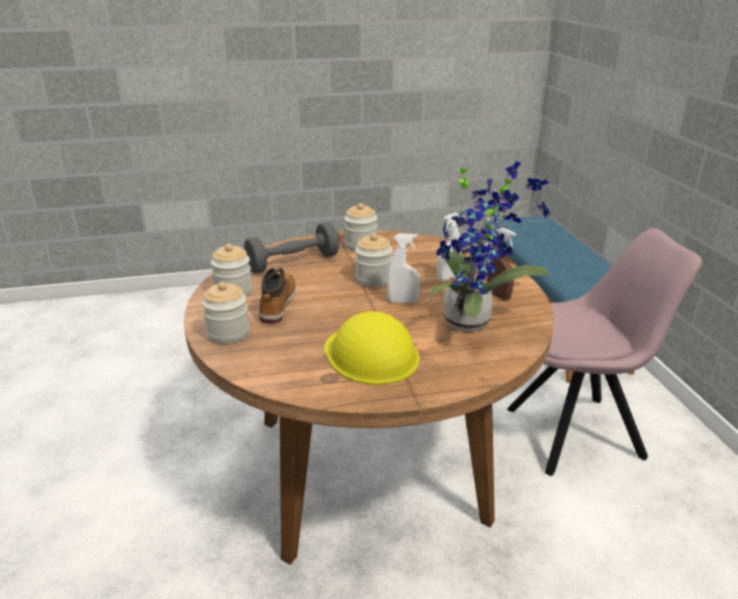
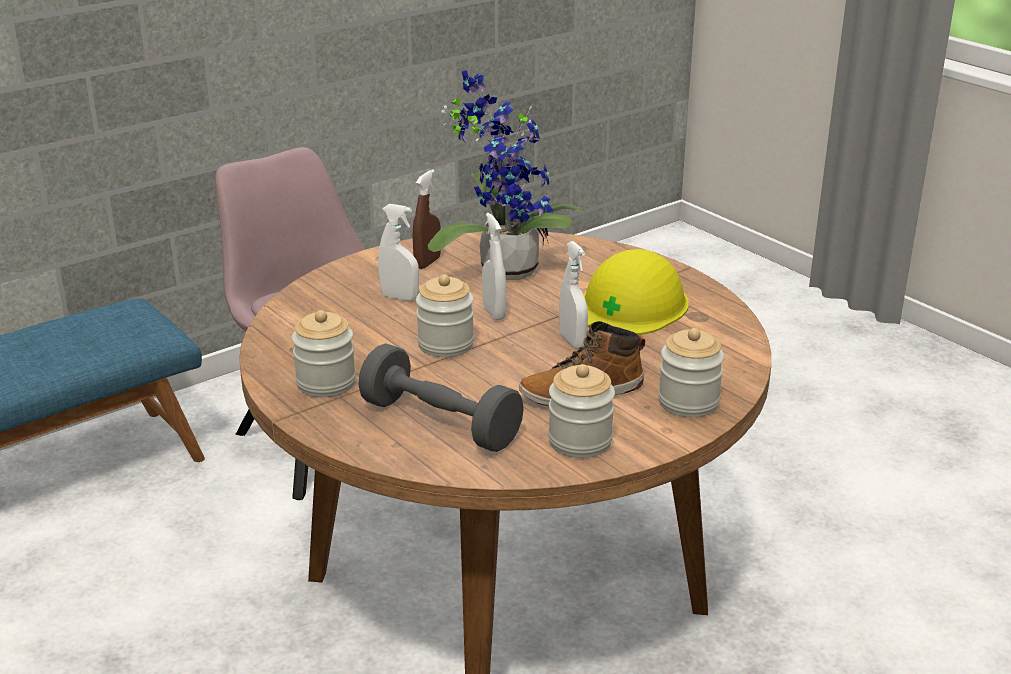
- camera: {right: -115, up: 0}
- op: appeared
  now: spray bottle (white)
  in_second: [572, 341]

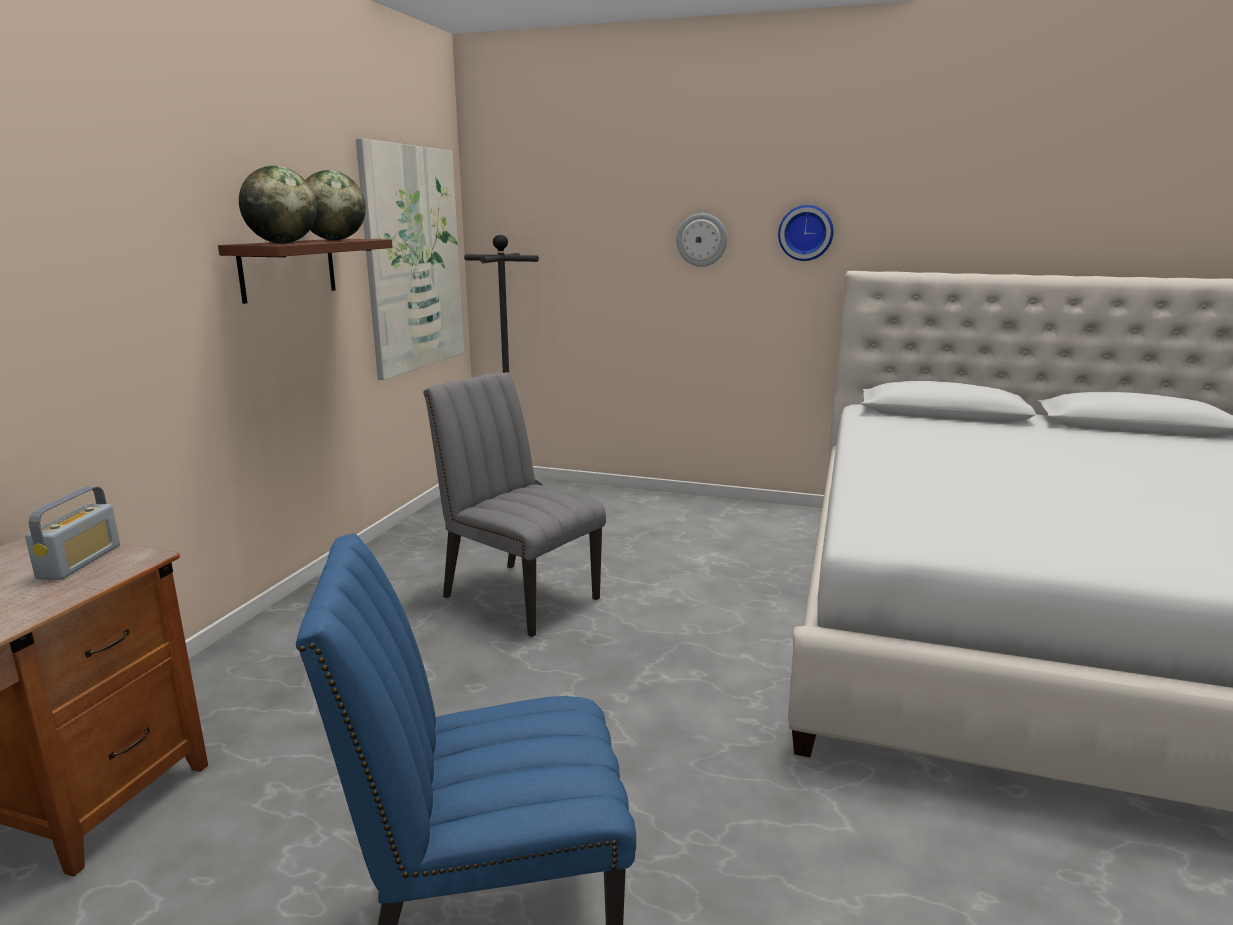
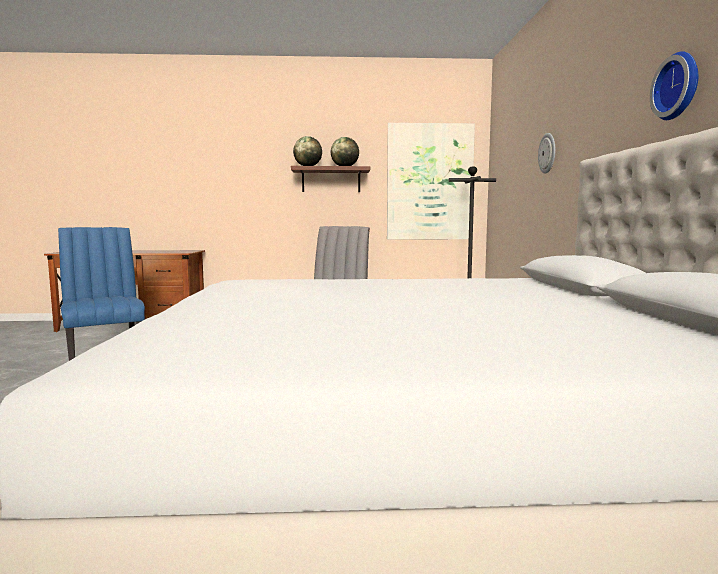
- camera: {right: 70, up: -10}
- op: relocated
  was: wall clock
  in_first: [806, 233]
  in_second: [679, 86]
- op: missing
  was: radio
  in_first: [80, 561]

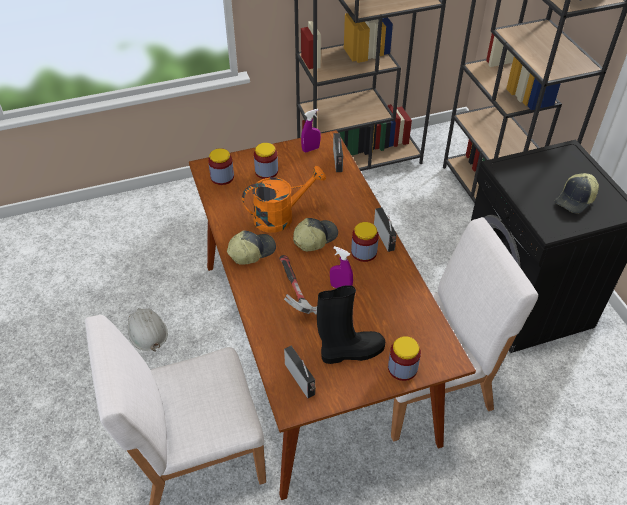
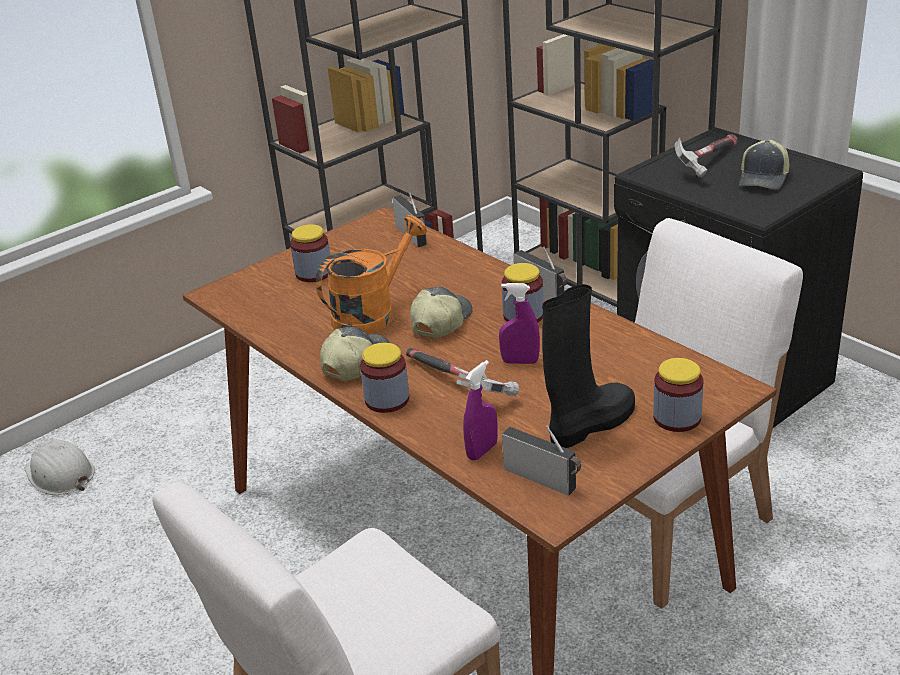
- camera: {right: -20, up: -15}
- op: relocated
  was: spray bottle (purple)
  in_first: [310, 149]
  in_second: [482, 451]
- op: relocated
  was: jar
  in_first: [222, 177]
  in_second: [387, 400]
- op: relocated
  was: hard hat (white)
  in_first: [147, 331]
  in_second: [60, 474]
- op: appeared
  now: hammer
  in_second: [707, 163]

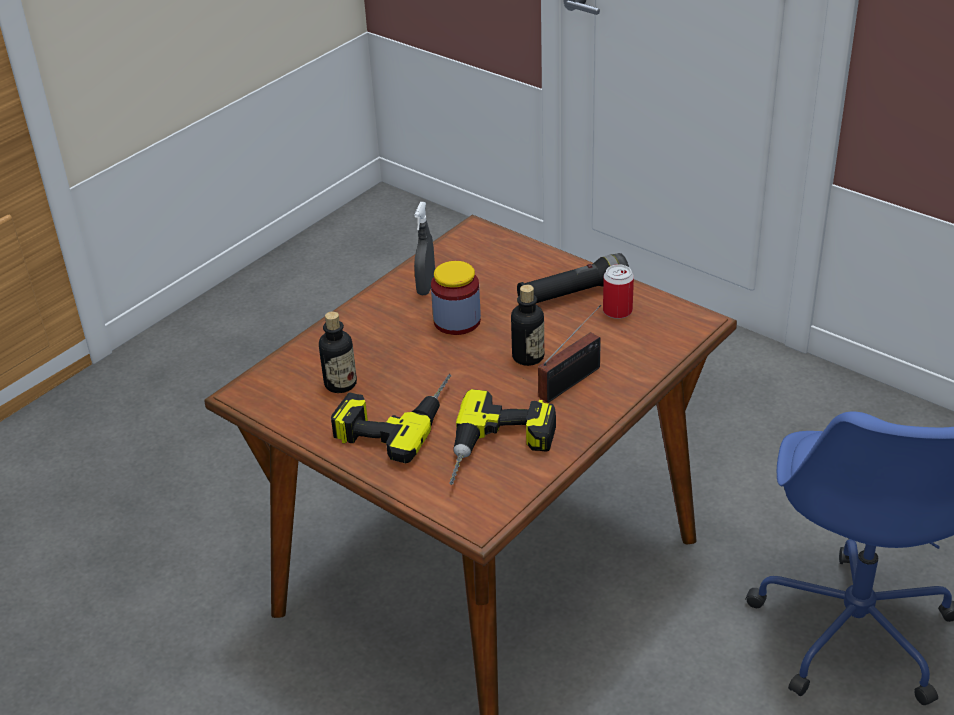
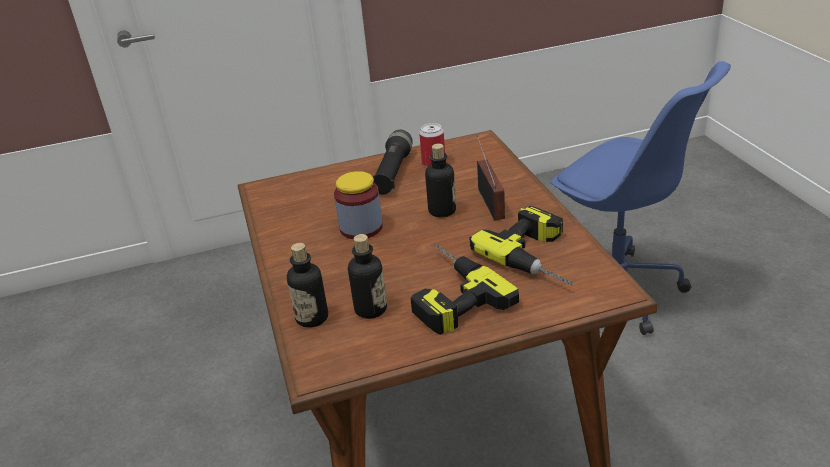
- camera: {right: -55, up: -5}
- op: missing
  was: spray bottle (grey)
  in_first: [426, 287]
- op: appeared
  now: bottle
  in_second: [312, 318]

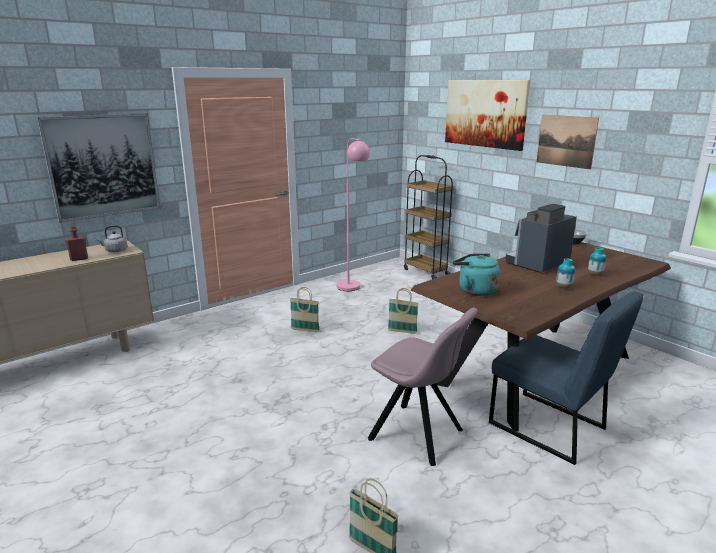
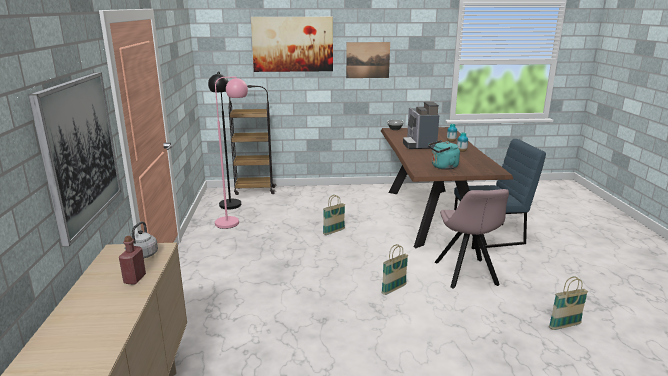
- camera: {right: -55, up: 0}
- op: relocated
  was: basket
  in_first: [305, 330]
  in_second: [394, 289]
- op: spun
  was: chair (pink)
  in_first: [417, 434]
  in_second: [466, 273]
  clockwise: 105
- op: appeared
  now: floor lamp (black)
  in_second: [230, 208]

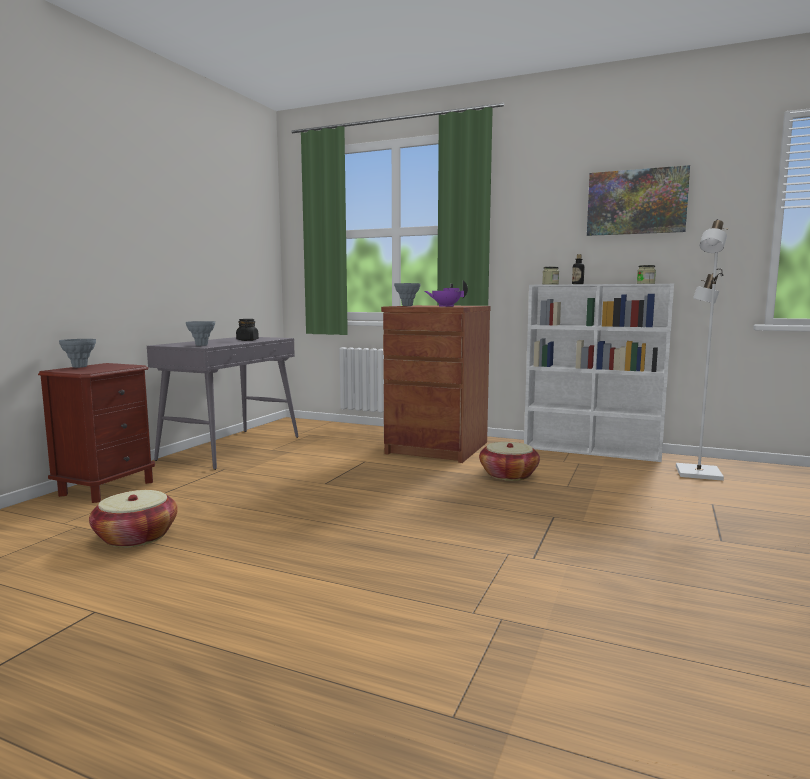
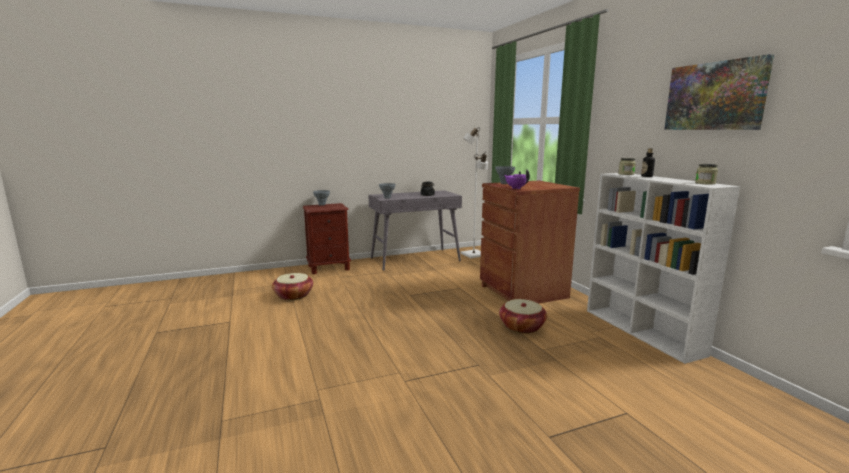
- camera: {right: 45, up: 5}
- op: relocated
  was: floor lamp (white)
  in_first: [698, 473]
  in_second: [473, 254]

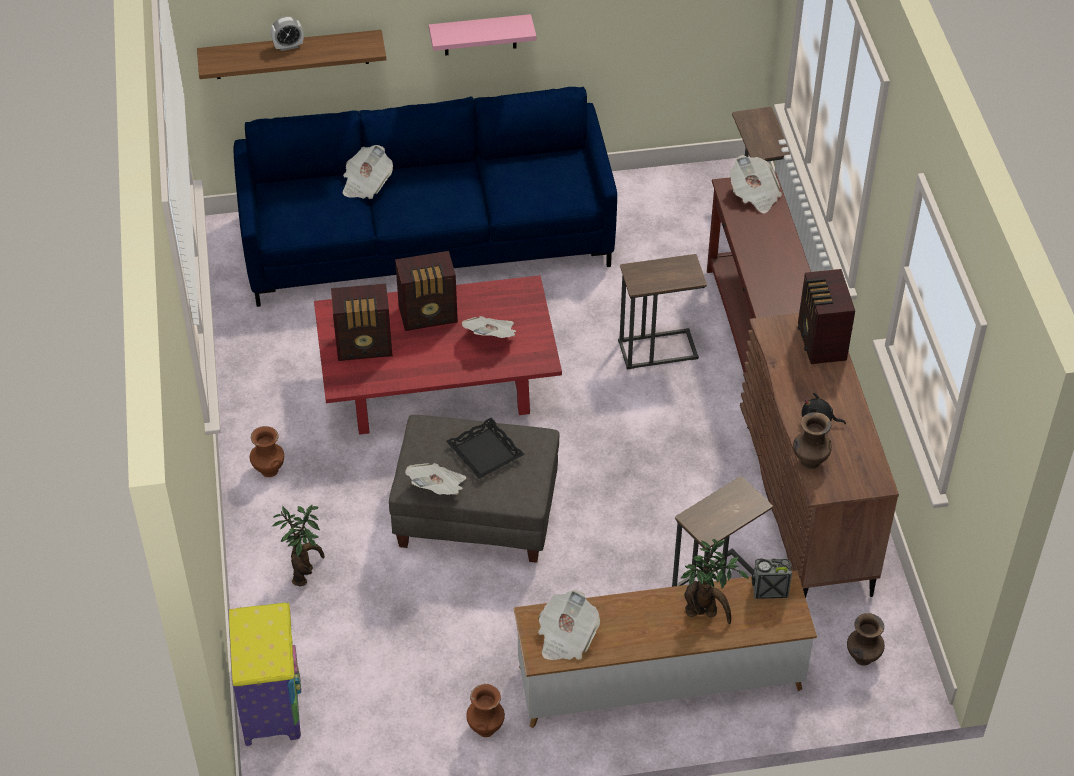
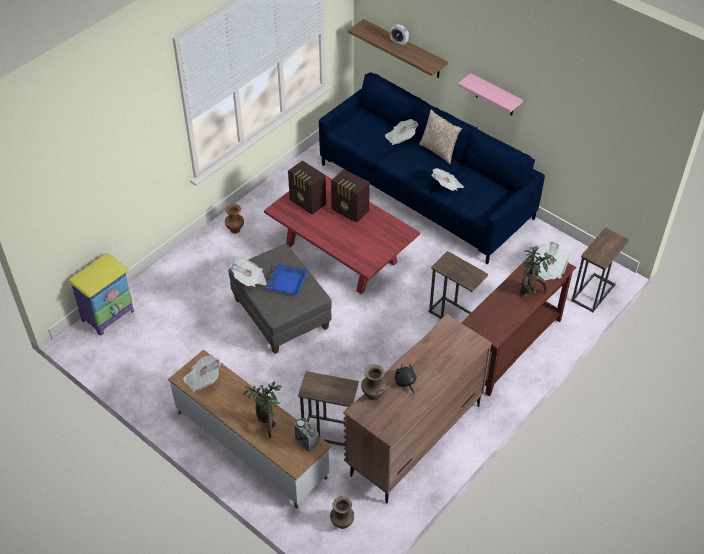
- camera: {right: 50, up: 0}
- op: missing
  was: radio
  in_first: [820, 343]
- op: relocated
  was: newspaper
  in_first: [491, 337]
  in_second: [447, 186]
- op: colour
  was: tray (black)
  now: tray (blue)
  in_first: [485, 452]
  in_second: [288, 282]
- op: relocated
  was: potted plant
  in_first: [305, 572]
  in_second: [530, 292]
- op: missing
  was: vase (brown)
  in_first: [485, 728]
- op: appeared
  now: pillow
  in_second: [439, 151]

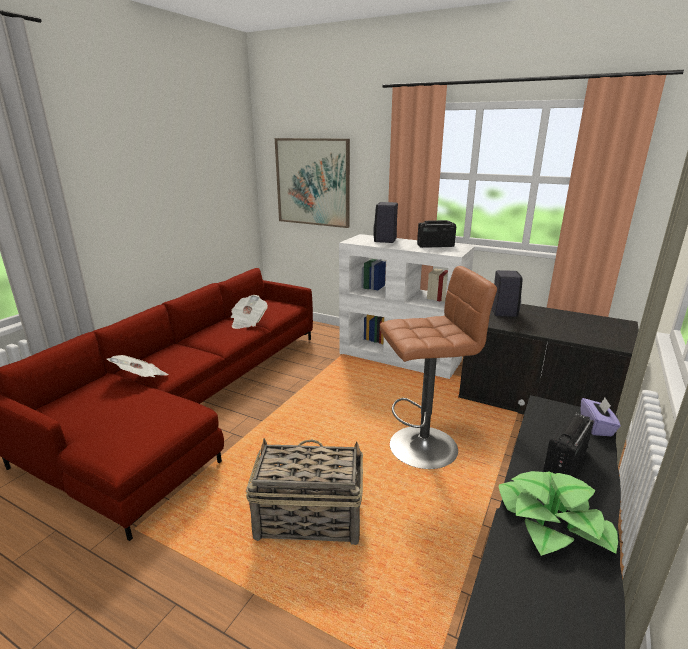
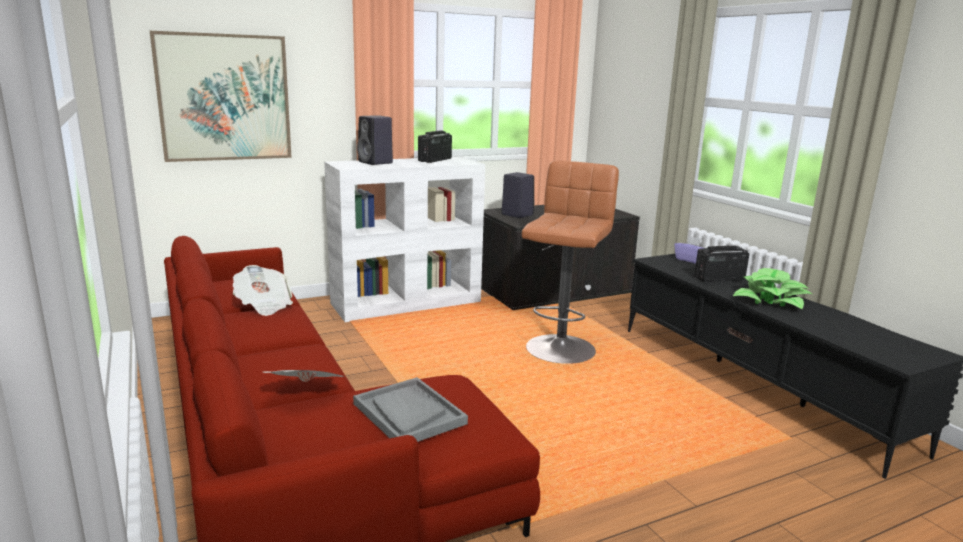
- camera: {right: -55, up: -5}
- op: spun
  was: radio
  in_first: [564, 462]
  in_second: [718, 279]
  clockwise: 90
- op: missing
  was: basket
  in_first: [307, 518]
- op: appeared
  now: tray (grey)
  in_second: [408, 413]

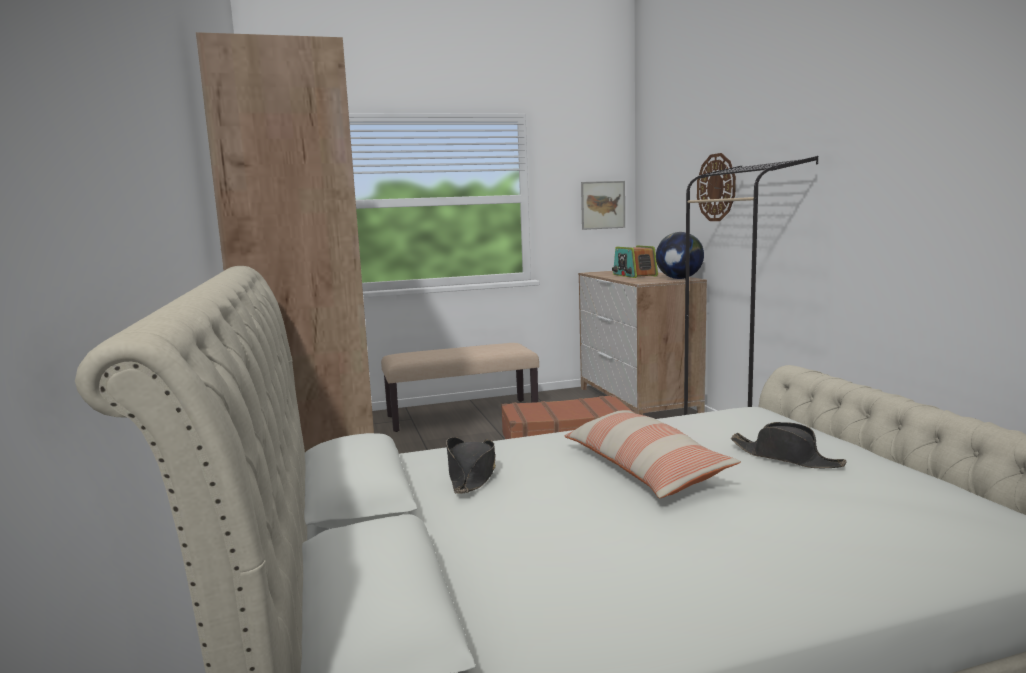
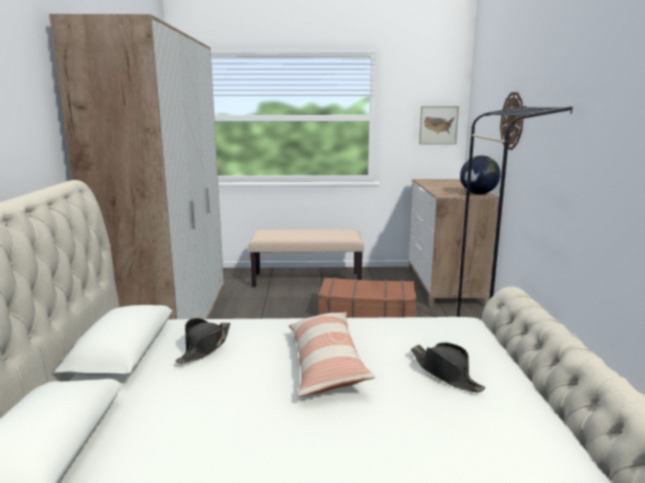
- camera: {right: 15, up: 5}
- op: missing
  was: radio
  in_first: [634, 275]

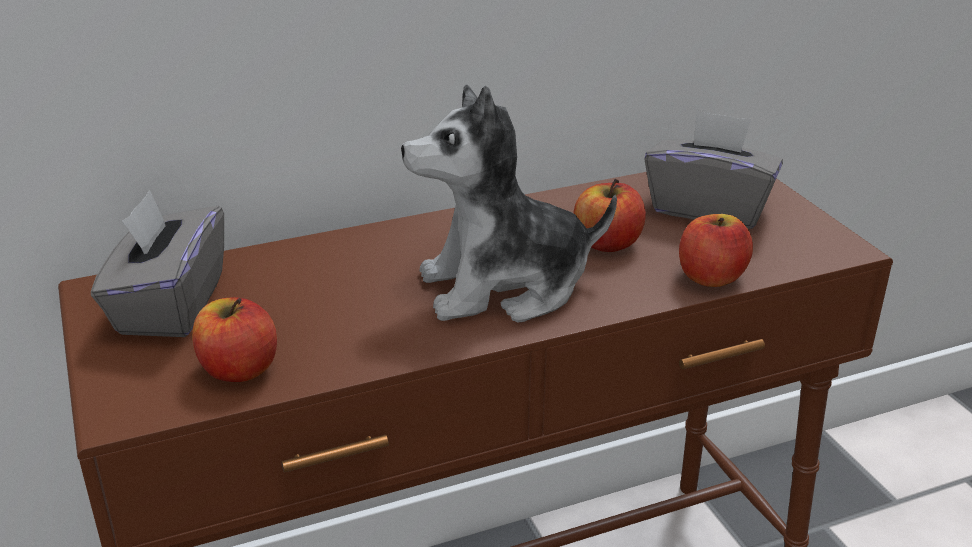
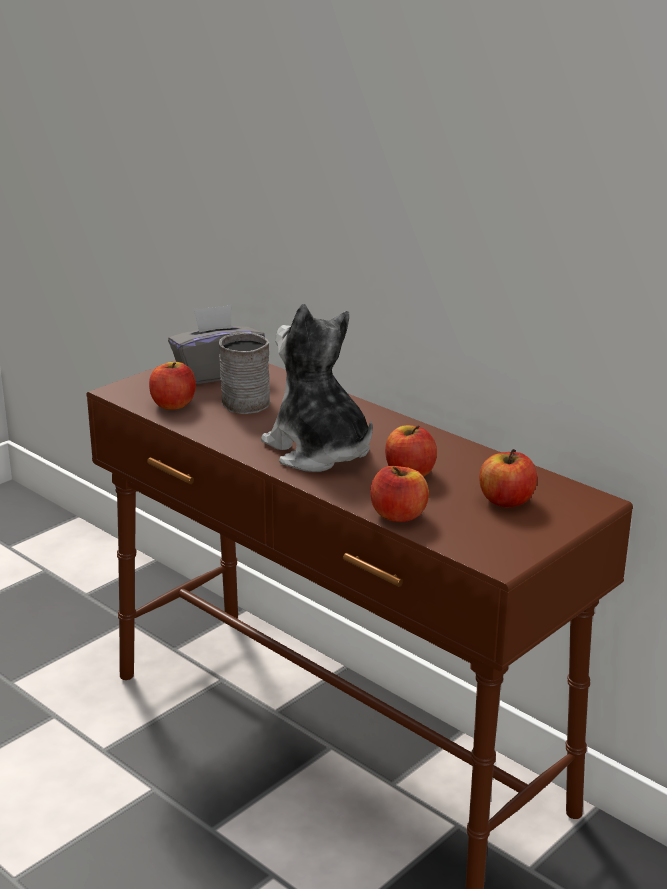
- camera: {right: 65, up: -5}
- op: exchanged
  was: tissue box (grey)
  now: apple
  in_first: [709, 208]
  in_second: [506, 500]
- op: appeared
  now: mug (grey)
  in_second: [243, 400]

